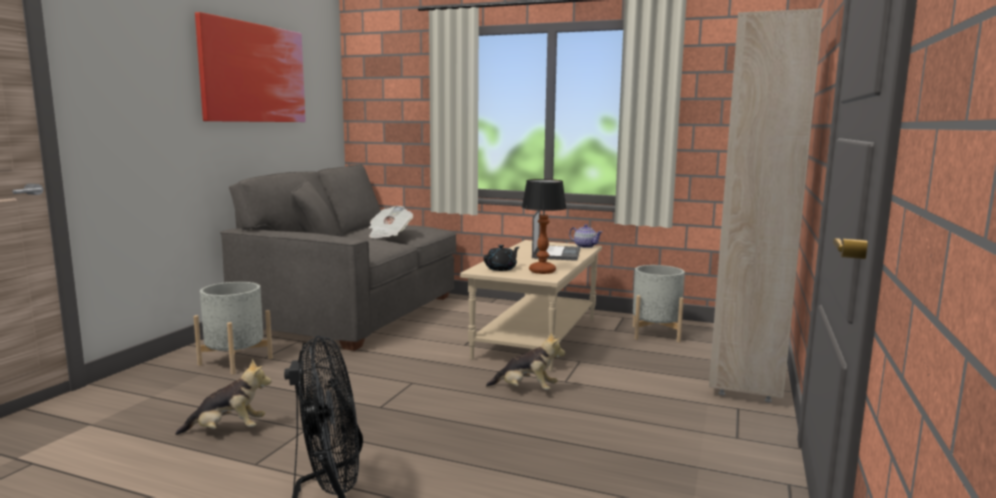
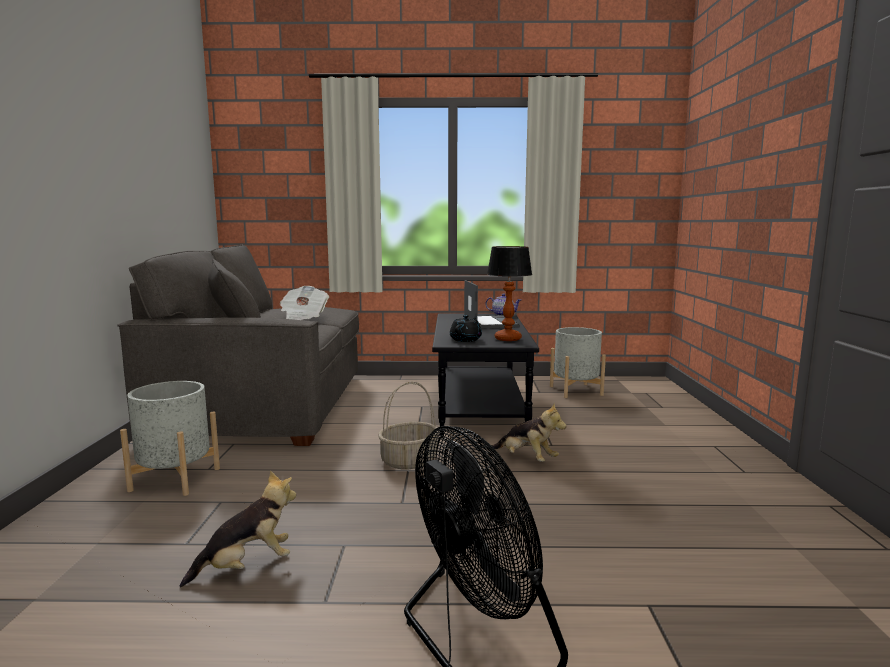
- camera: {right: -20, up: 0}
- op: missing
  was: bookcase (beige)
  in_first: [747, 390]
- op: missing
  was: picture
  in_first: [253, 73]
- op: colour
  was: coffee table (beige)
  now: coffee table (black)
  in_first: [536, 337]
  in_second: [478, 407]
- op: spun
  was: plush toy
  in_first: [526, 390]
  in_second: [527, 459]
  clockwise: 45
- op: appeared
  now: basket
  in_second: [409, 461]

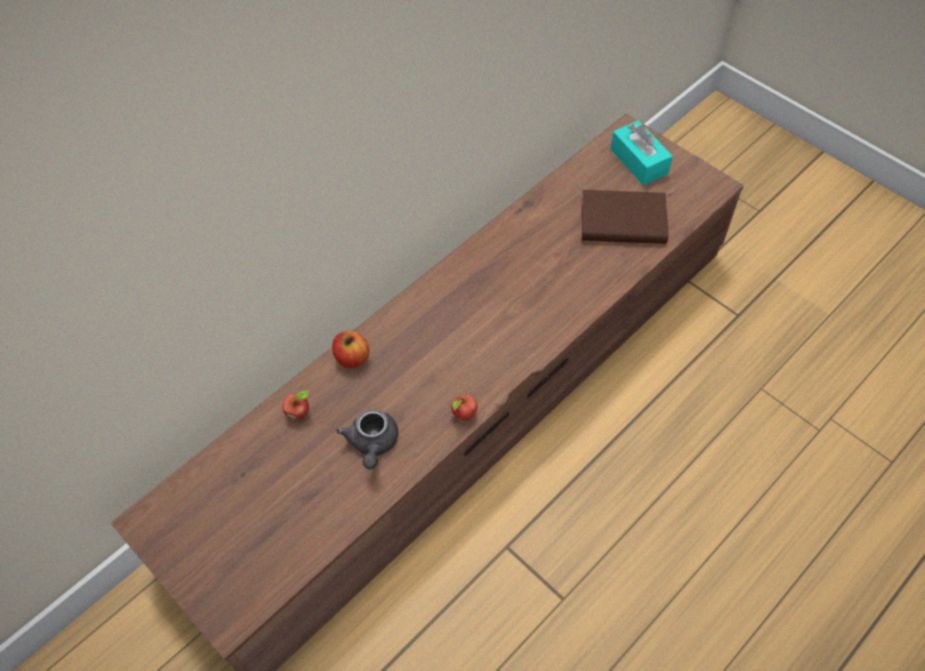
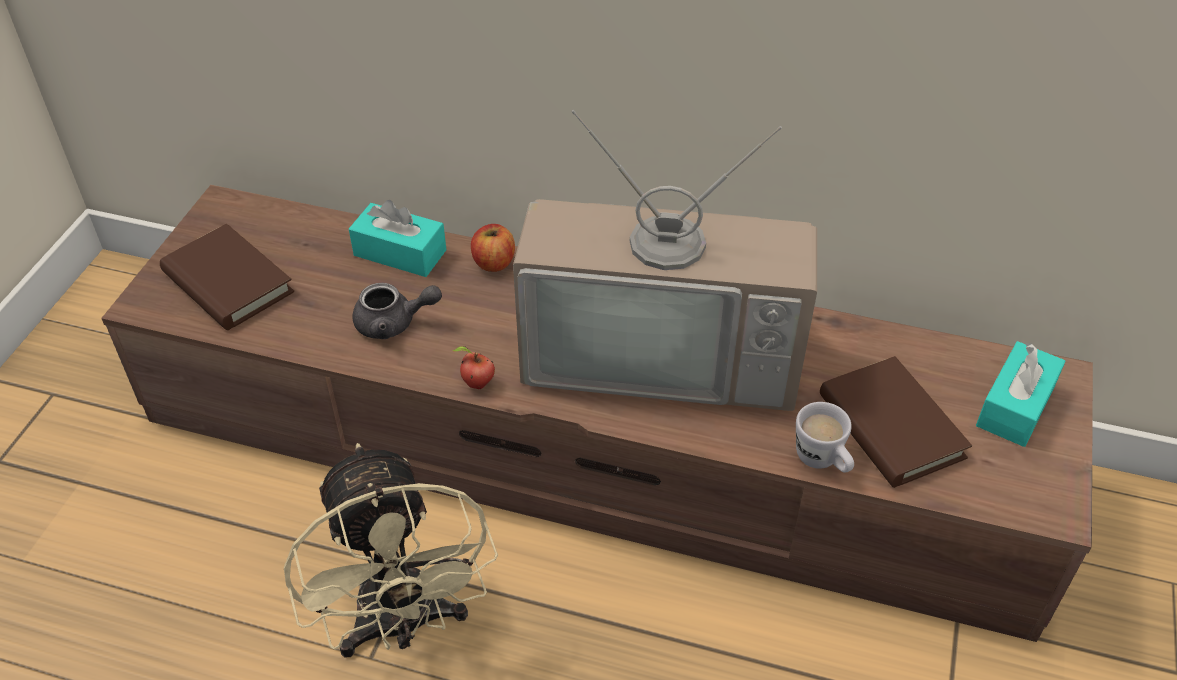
- camera: {right: 60, up: -10}
- op: exchanged
  was: apple
  now: tissue box (turquoise)
  in_first: [299, 413]
  in_second: [400, 253]
- op: spun
  was: teapot (grey)
  in_first: [372, 444]
  in_second: [394, 323]
  clockwise: -150
- op: appeared
  now: television
  in_second: [663, 351]
- op: appeared
  now: book (brown)
  in_second: [227, 283]
- op: appeared
  now: mug (white)
  in_second: [823, 462]
- op: appeared
  now: fan (beige)
  in_second: [403, 626]

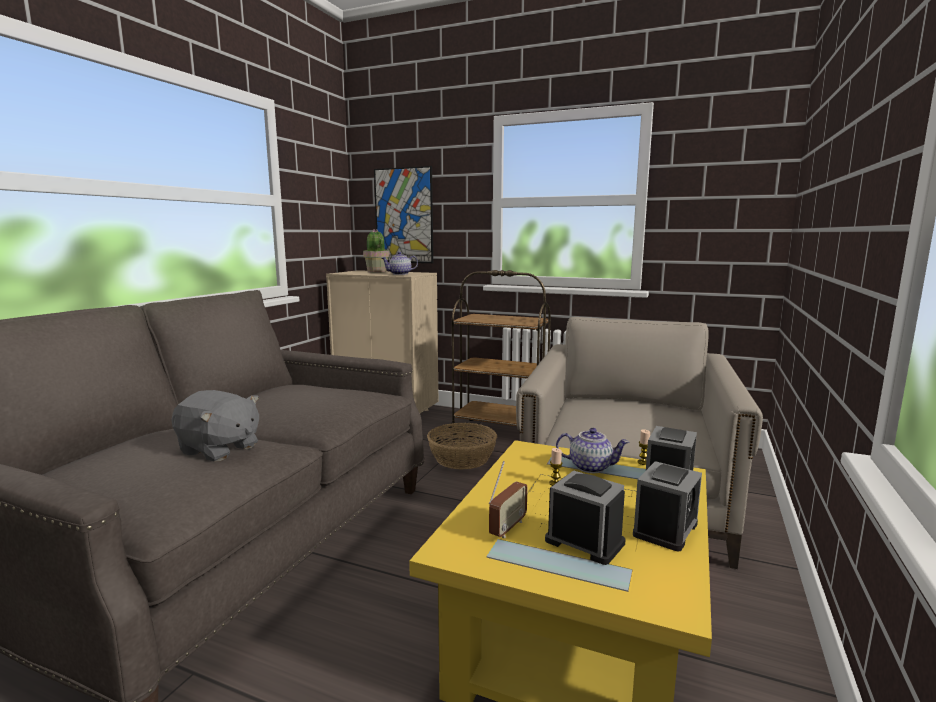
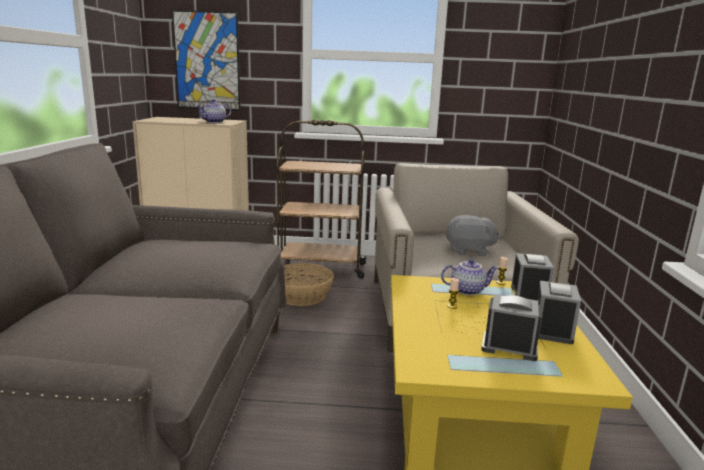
- camera: {right: -20, up: 5}
- op: missing
  was: potted plant
  in_first: [376, 272]
- op: relocated
  was: plush toy (grey)
  in_first: [219, 449]
  in_second: [469, 251]
- op: missing
  was: radio
  in_first: [507, 528]

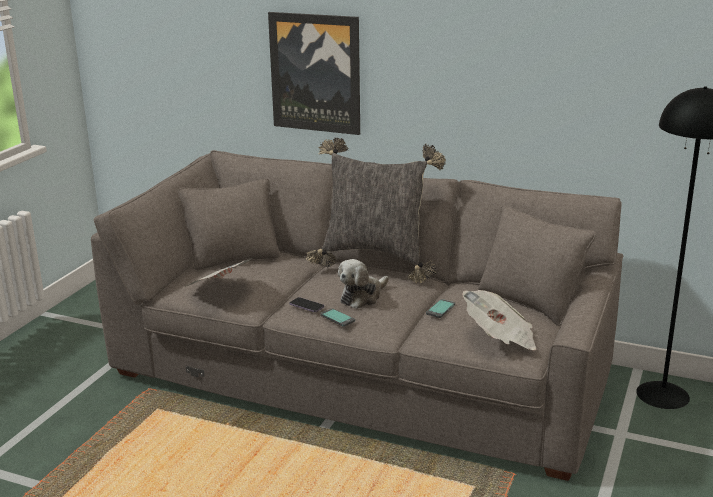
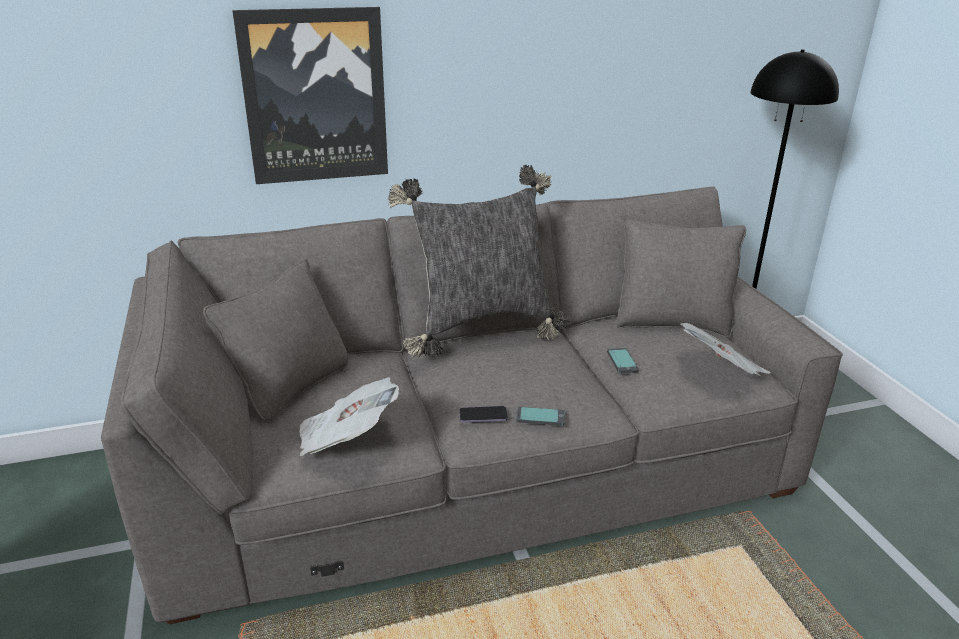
- camera: {right: -40, up: 5}
- op: missing
  was: plush toy
  in_first: [362, 297]

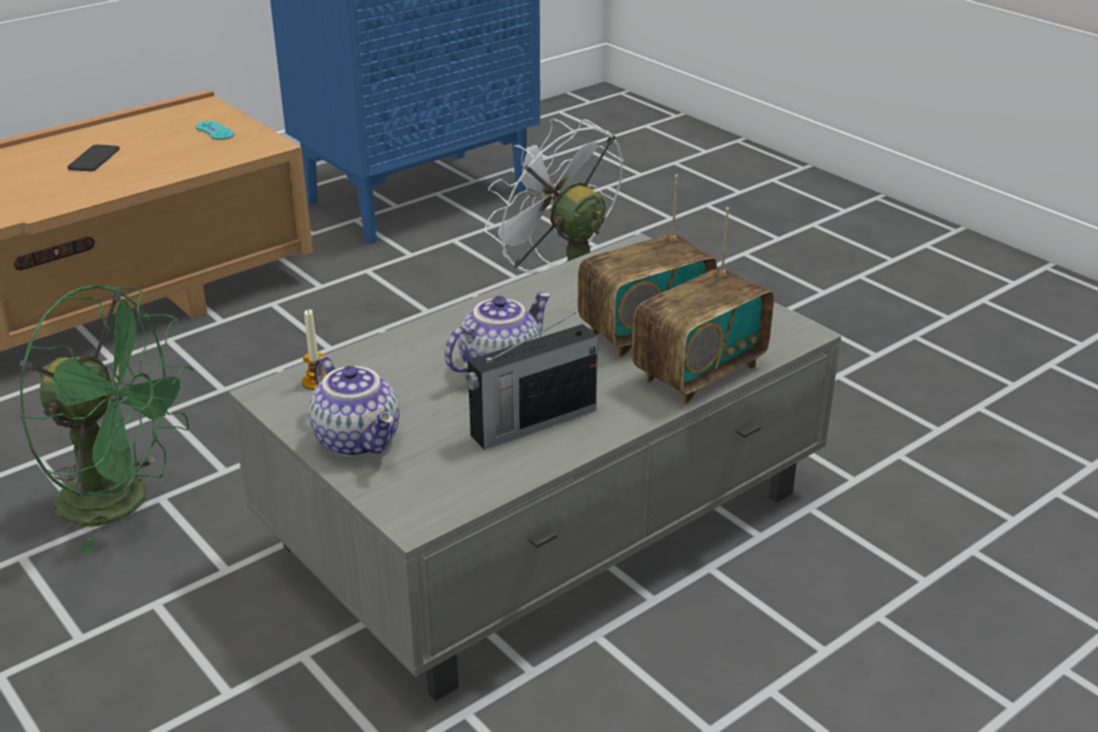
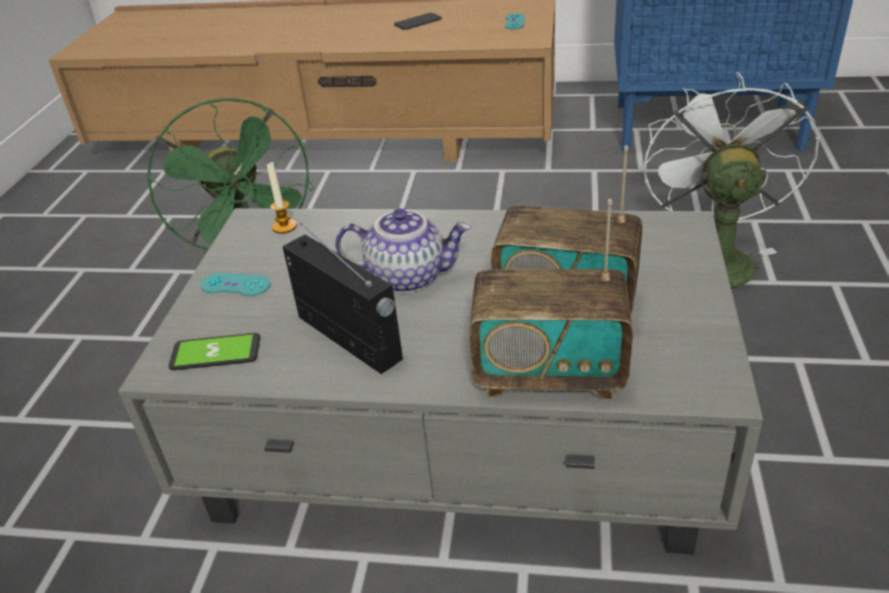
- camera: {right: 50, up: 5}
- op: spun
  was: radio
  in_first: [531, 423]
  in_second: [350, 339]
  clockwise: -150
- op: exchanged
  was: teapot
  now: game controller (turquoise)
  in_first: [359, 440]
  in_second: [235, 285]
- op: appeared
  now: phone
  in_second: [215, 353]

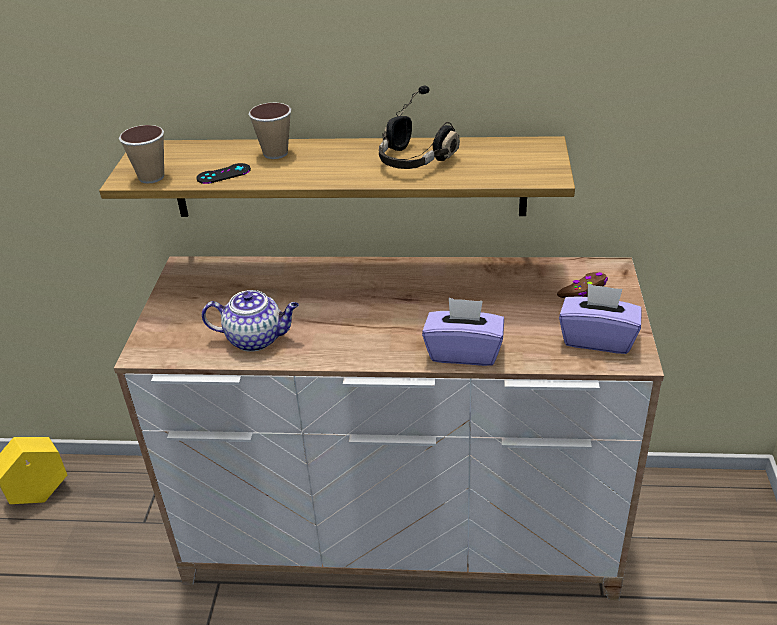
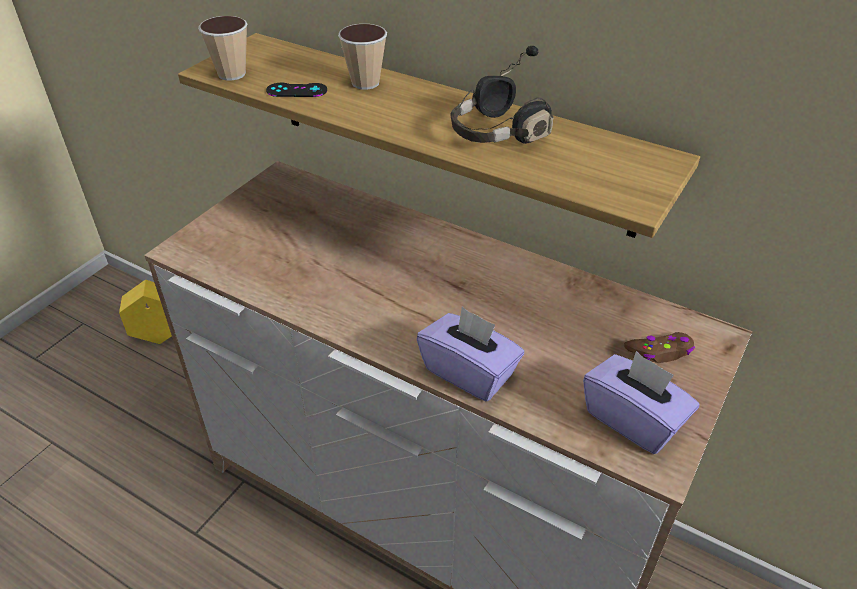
- camera: {right: 25, up: 5}
- op: missing
  was: teapot
  in_first: [256, 339]

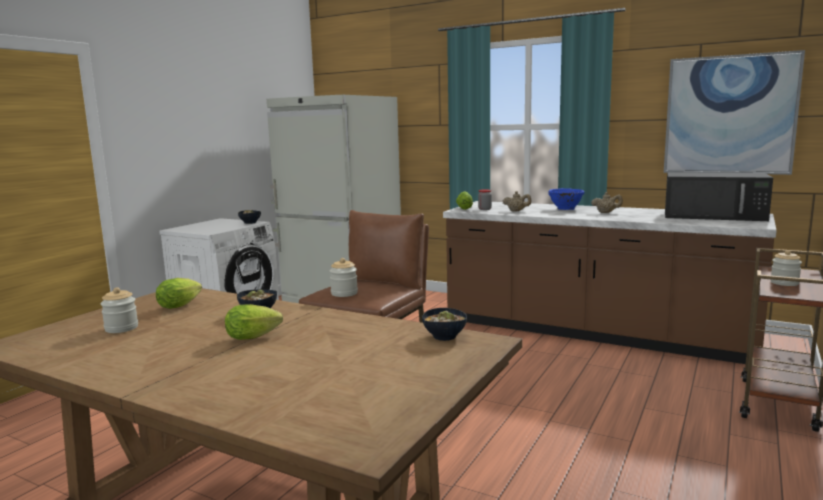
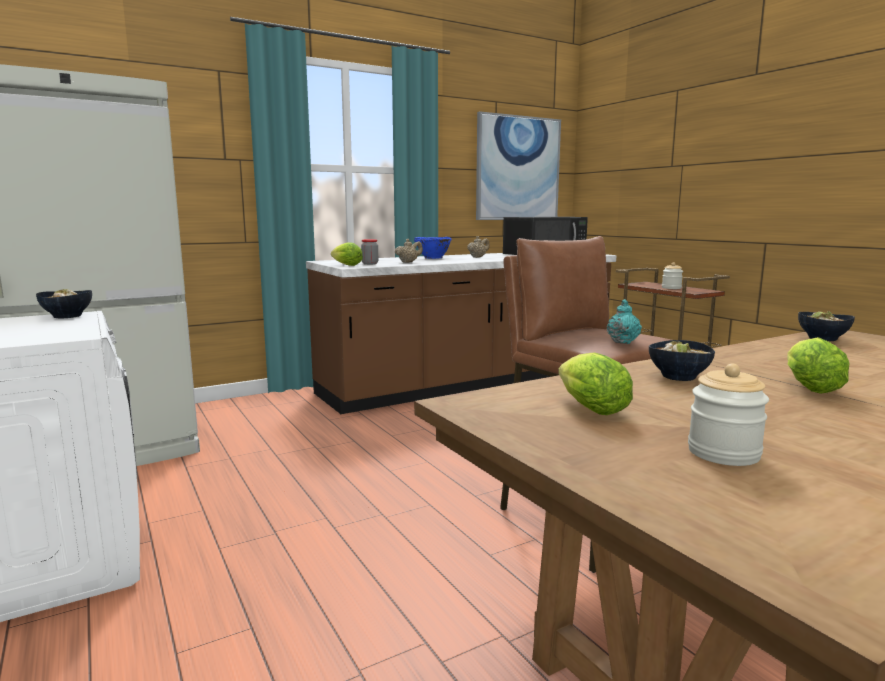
- camera: {right: -60, up: 0}
- op: exchanged
  was: jar
  now: teapot (turquoise)
  in_first: [344, 293]
  in_second: [622, 342]

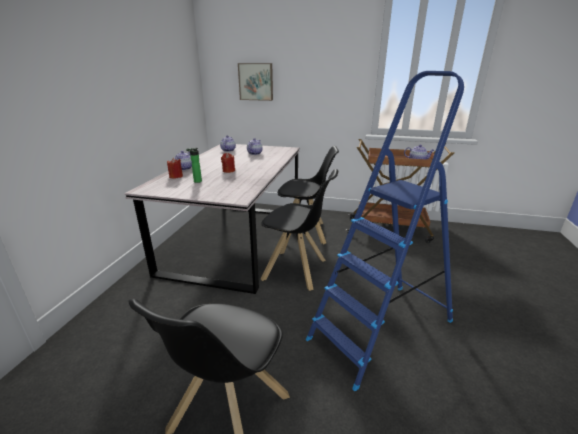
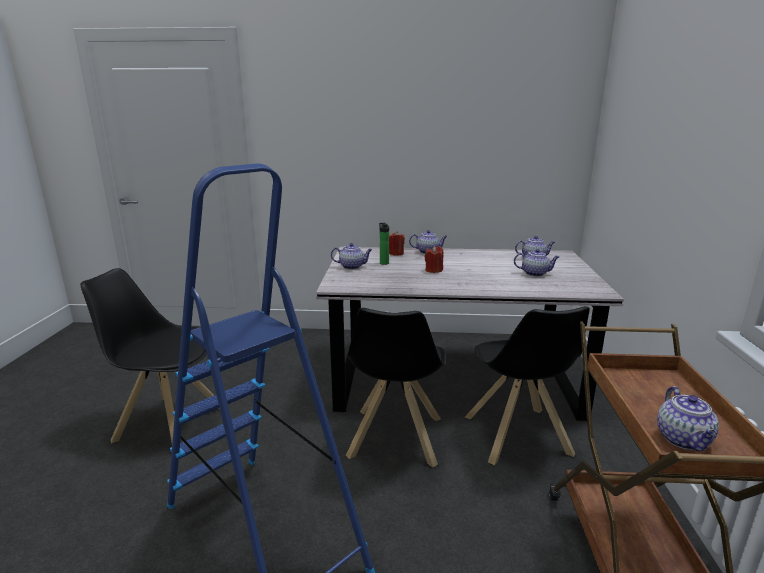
- camera: {right: 80, up: -5}
- op: missing
  was: picture
  in_first: [256, 81]
- op: appeared
  now: teapot
  in_second: [352, 266]

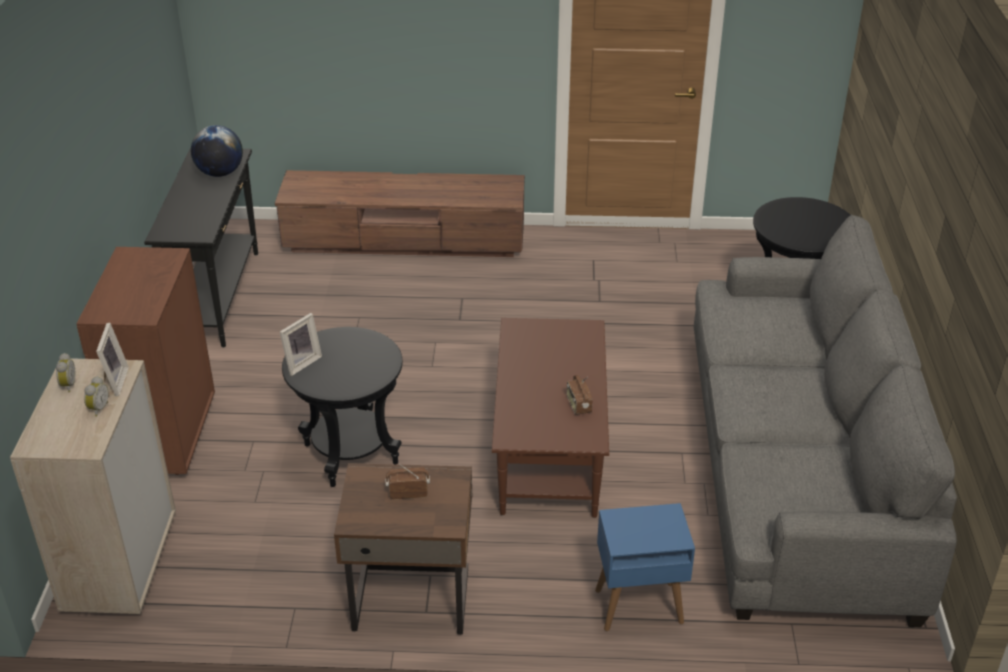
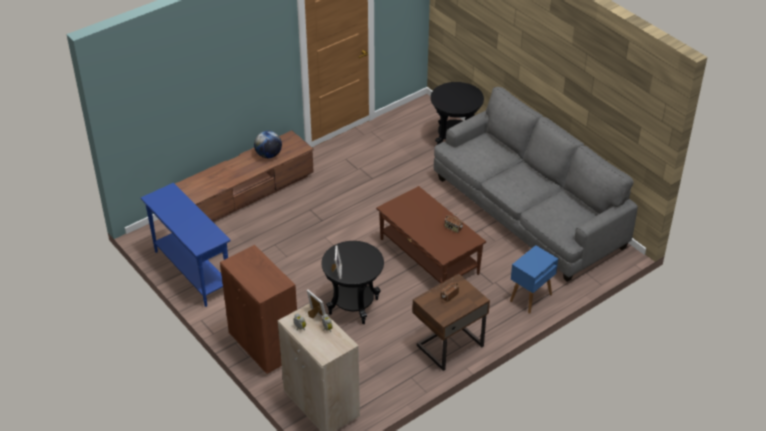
- camera: {right: -40, up: 5}
- op: relocated
  was: globe
  in_first: [220, 173]
  in_second: [268, 155]
- op: colour
  was: console table (black)
  now: console table (blue)
  in_first: [217, 297]
  in_second: [191, 272]

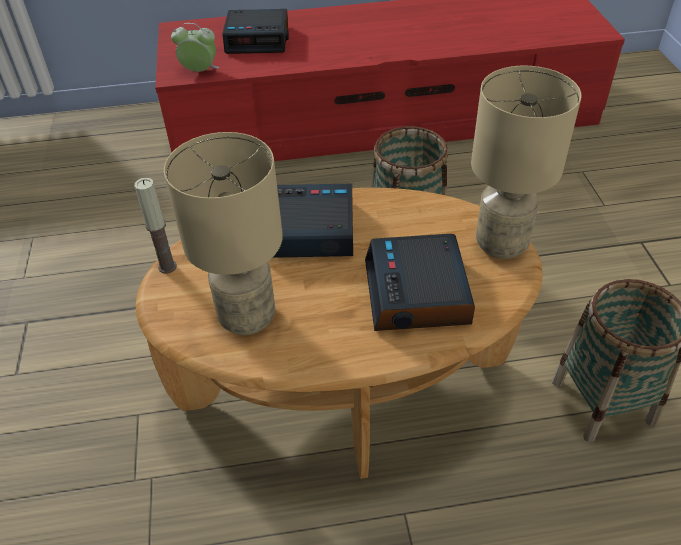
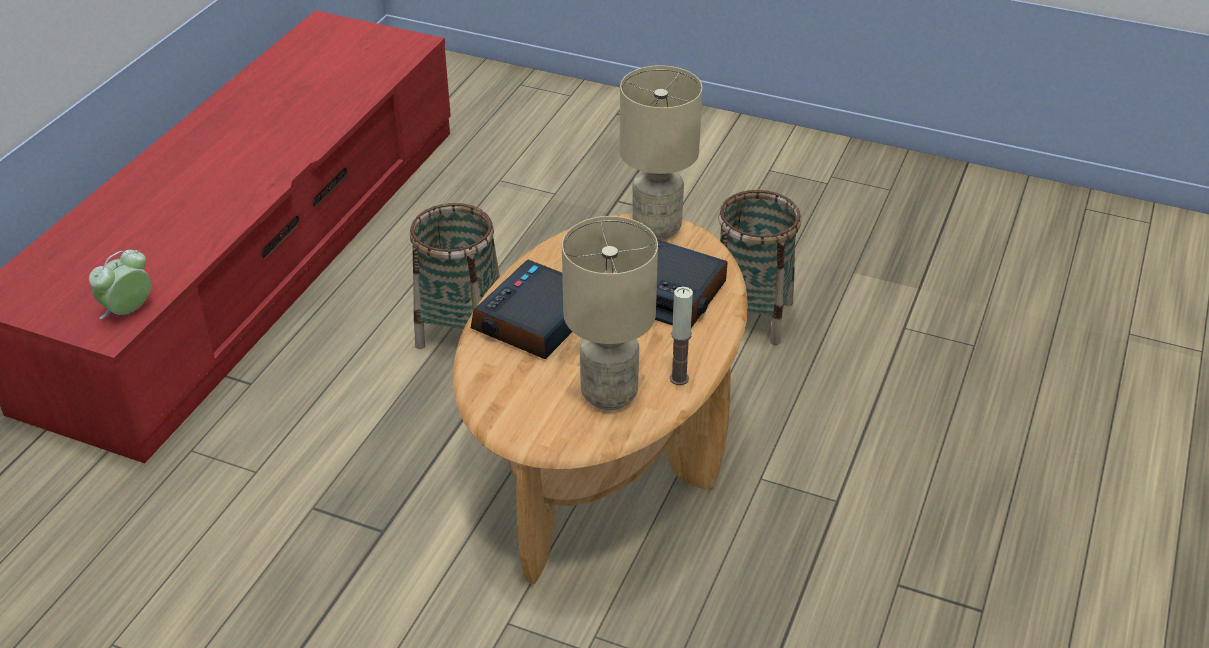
- camera: {right: -60, up: -5}
- op: missing
  was: alarm clock
  in_first: [258, 39]
- op: relocated
  was: candle
  in_first: [167, 266]
  in_second: [679, 378]

